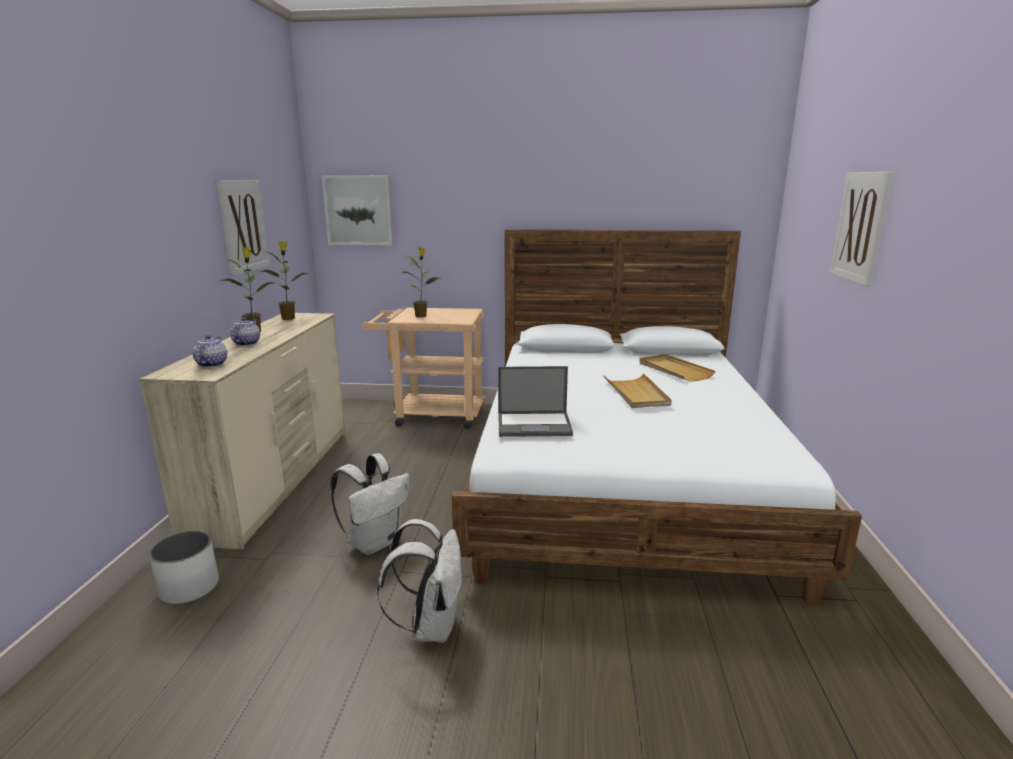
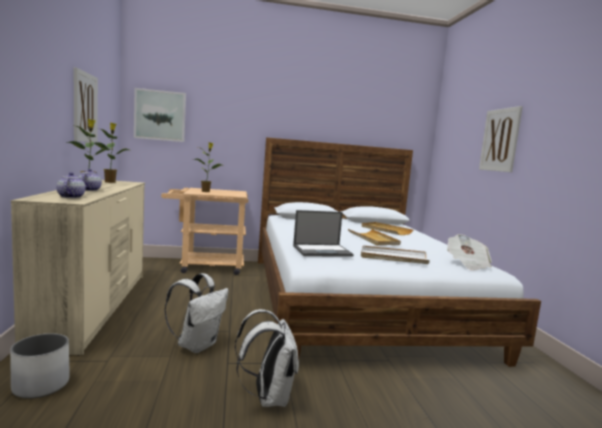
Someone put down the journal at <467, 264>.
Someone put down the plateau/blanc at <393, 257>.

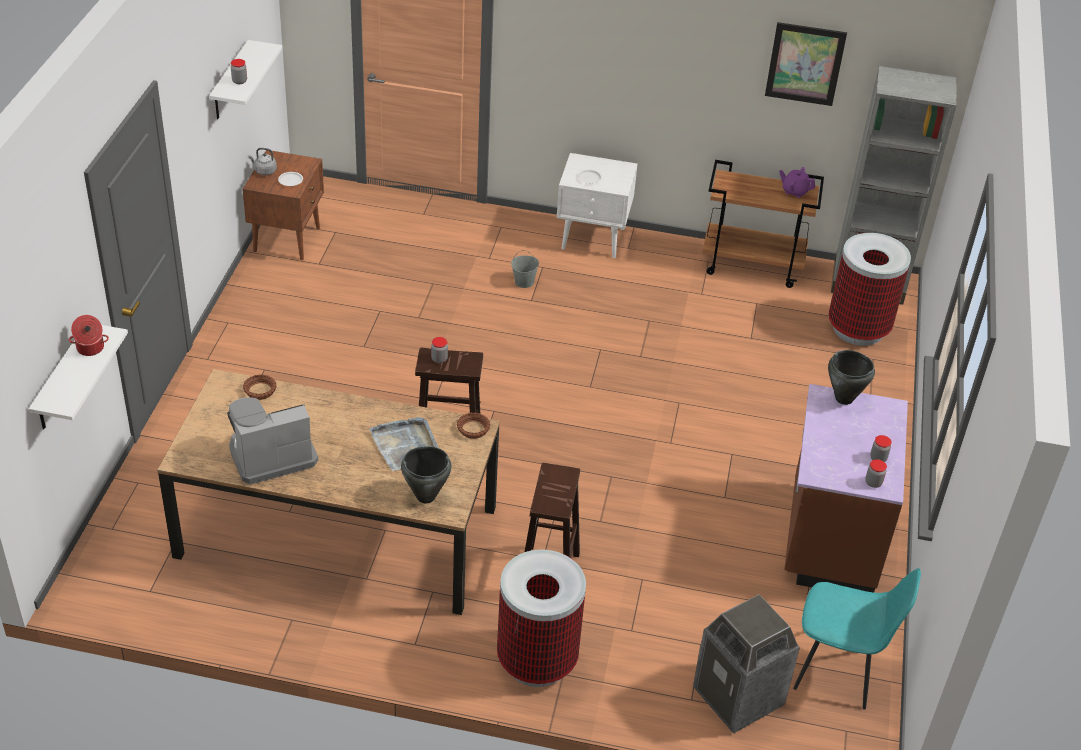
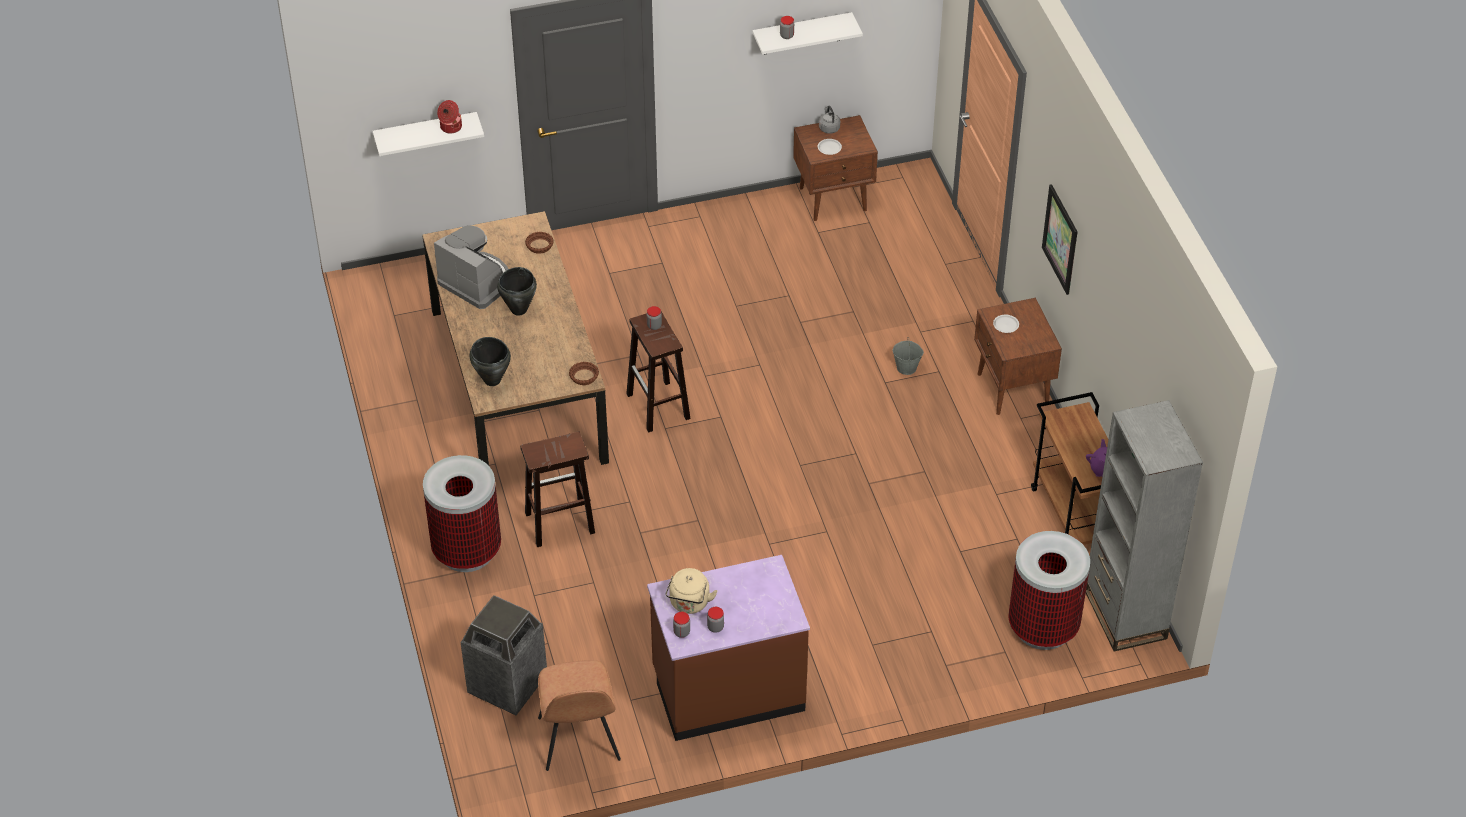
Someone carried the tableau from <805, 64> to <1060, 239>.
Someone repainted the table de chevet/blanc at <593, 239>, which became the table de chevet/marron at <1012, 389>.
Someone carried the marmite/noir from <844, 399> to <518, 310>.
Someone took away the plateau/gris at <406, 446>.
Someone repainted the chaise/turquoise at <839, 669>, which became the chaise/marron at <579, 741>.
Someone put down the bouilloire/beige at <689, 604>.

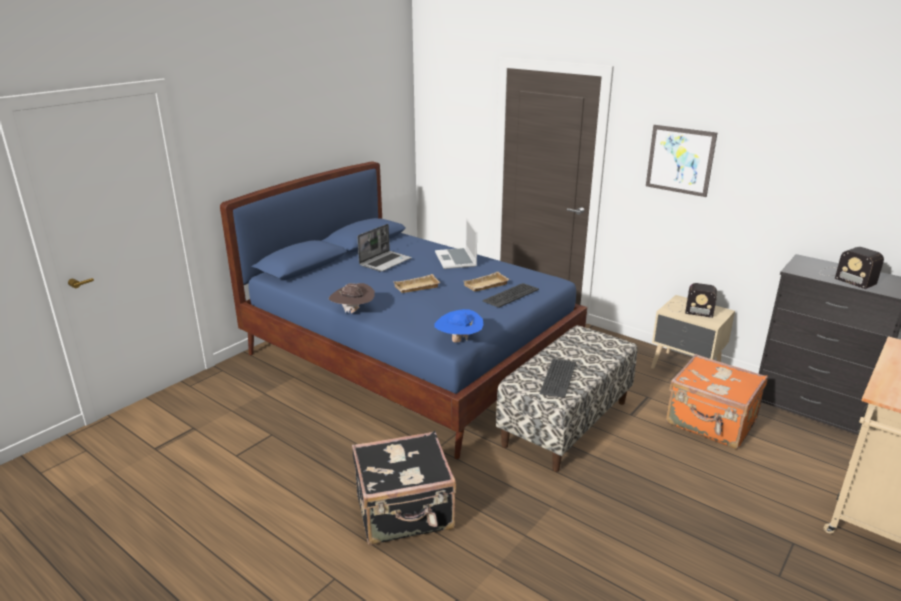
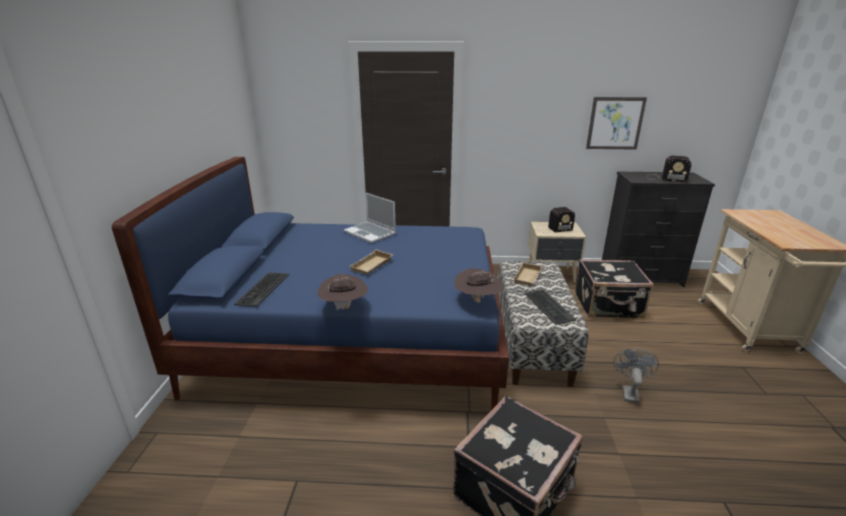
Someone carried the tableau from <680, 160> to <615, 123>.
Someone took away the ordinateur portable at <385, 262>.
Someone carried the plateau/beige from <486, 286> to <528, 277>.
Someone carried the clavier from <510, 295> to <262, 289>.
Someone repainted the chapeau/bleu at <458, 341>, which became the chapeau/marron at <477, 301>.
Someone repainted the valise/orange at <711, 423>, which became the valise/noir at <608, 306>.
Someone put down the ventilateur/gris at <629, 392>.

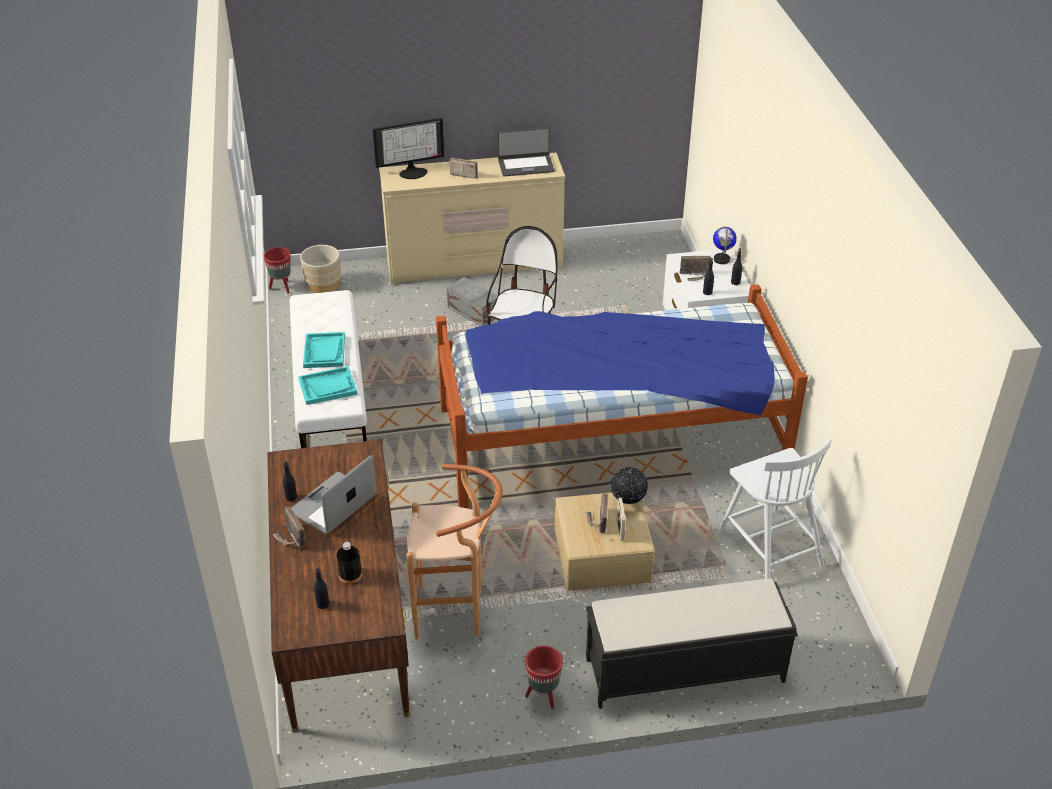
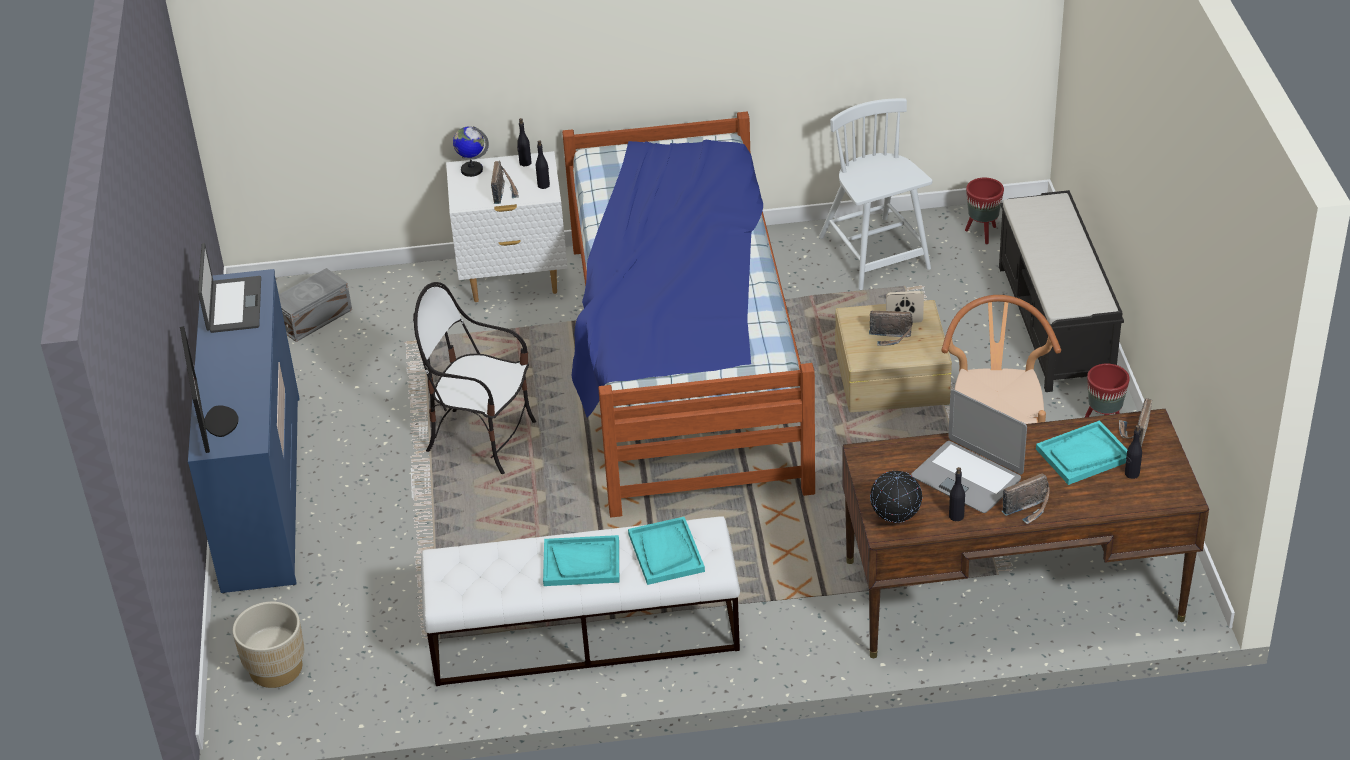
Someone repainted the commode/beige at <475, 264>, which became the commode/bleu at <262, 491>.
Someone carried the radio from <464, 174> to <1133, 434>.
Someone carried the cache-pot/rouge from <281, 288> to <983, 234>.
Someone carried the boîte de rangement/gris from <473, 312> to <315, 318>.
Someone rotated the chaise/blanc at <769, 547> by 90 degrees counterclockwise.
Someone carried the globe from <628, 502> to <895, 520>.
Someone swapped the bouteille/noir at <350, 575> for the plateau/turquoise at <1083, 455>.

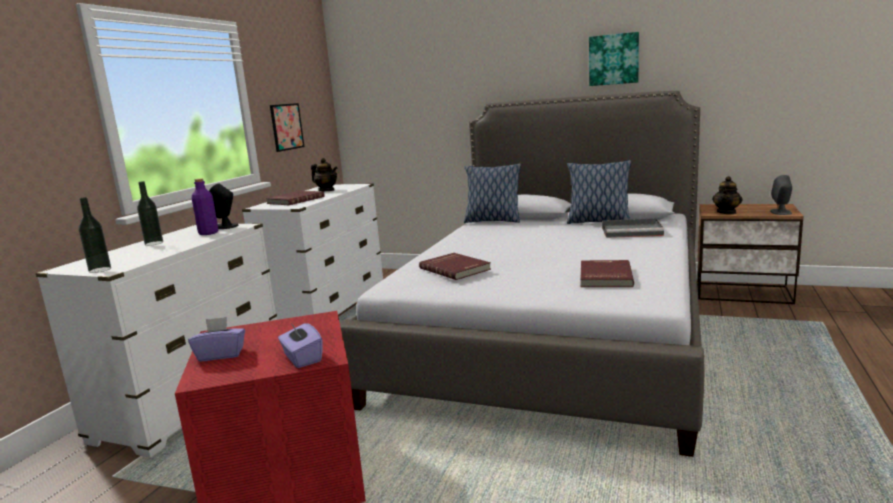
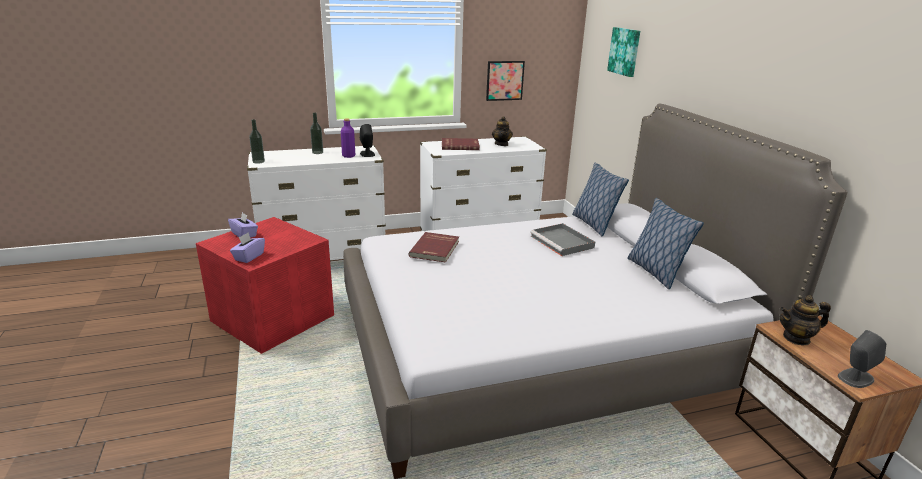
Someone carried the tableau from <613, 59> to <625, 51>.
Someone carried the plateau/gris from <632, 231> to <563, 242>.
Someone took away the livre/rouge at <604, 276>.

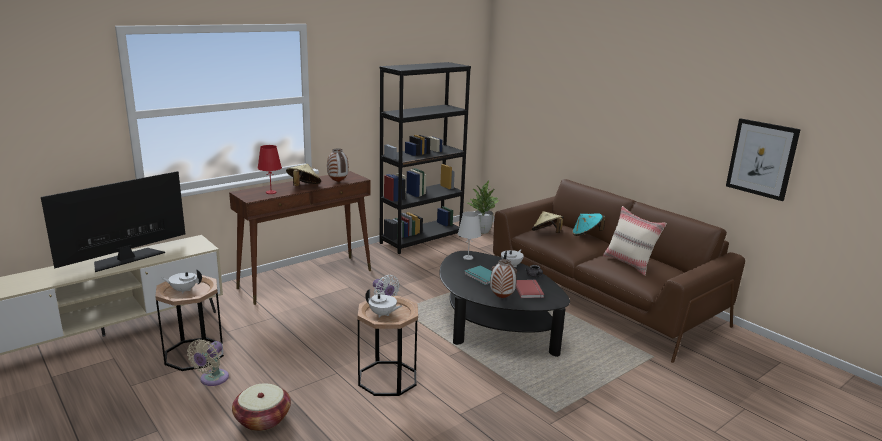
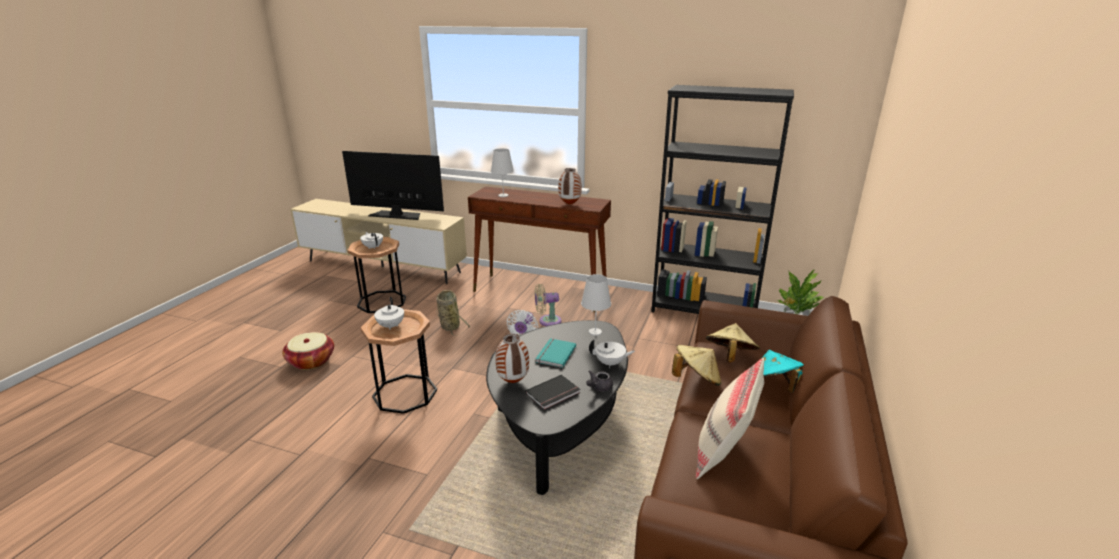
Someone took away the tableau at <762, 158>.
Someone repainted the lampe de table/rouge at <271, 192>, which became the lampe de table/blanc at <503, 195>.
Someone carried the chapeau/beige from <303, 187> to <696, 379>.
Someone repainted the livre/rouge at <529, 290>, which became the livre/noir at <554, 394>.
Someone carried the ventilateur/beige from <212, 379> to <547, 321>.
Someone put down the panier at <449, 326>.

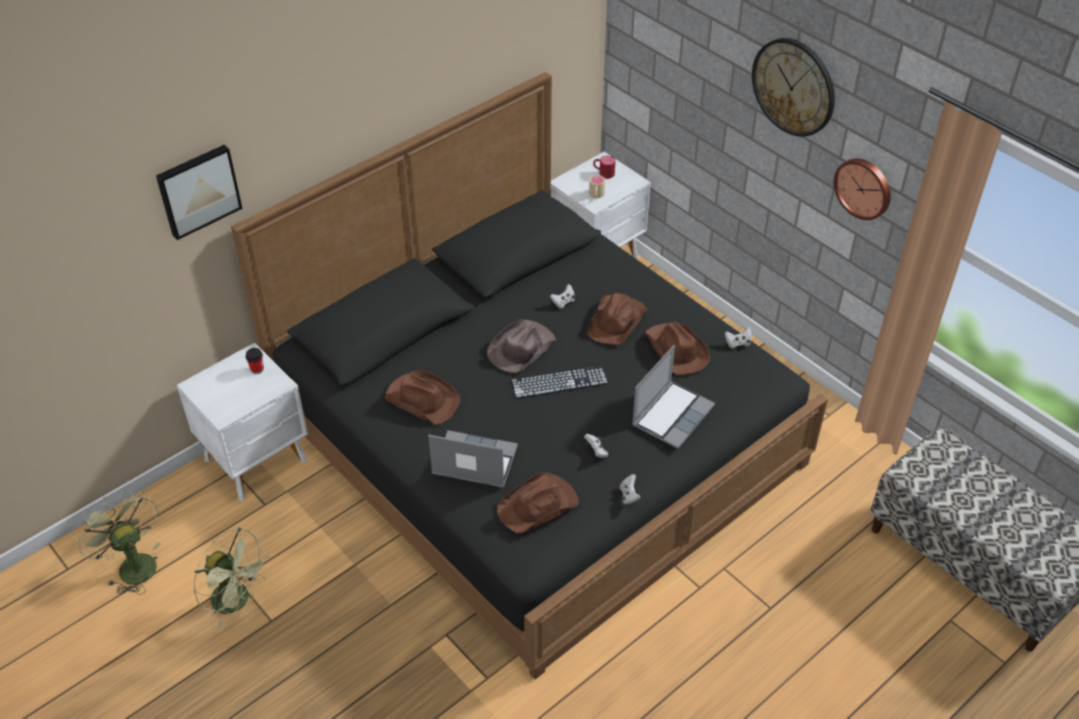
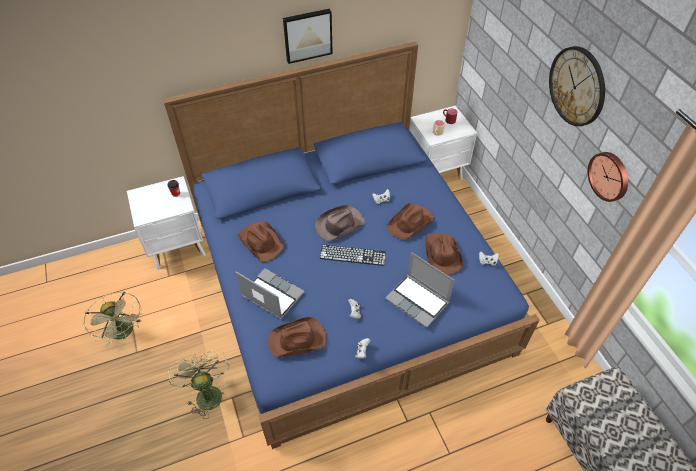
Someone repainted the lit/noir at <538, 439>, which became the lit/bleu at <347, 282>.
Someone carried the tableau from <198, 190> to <307, 35>.
Someone rotated the ordinateur portable at <672, 415> by 75 degrees clockwise.
Someone carried the ventilateur/vert from <132, 564> to <206, 393>.

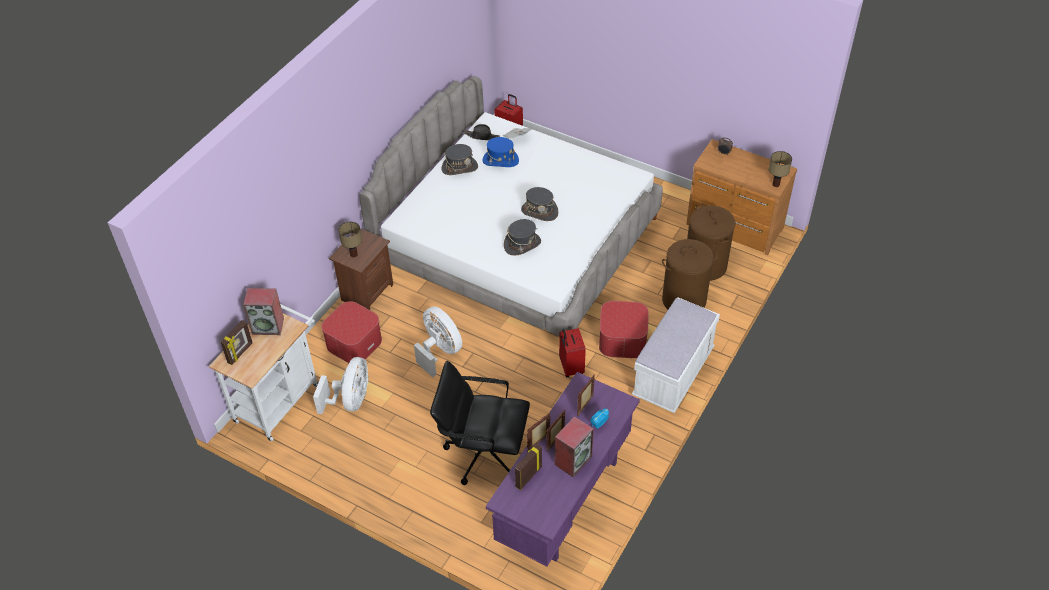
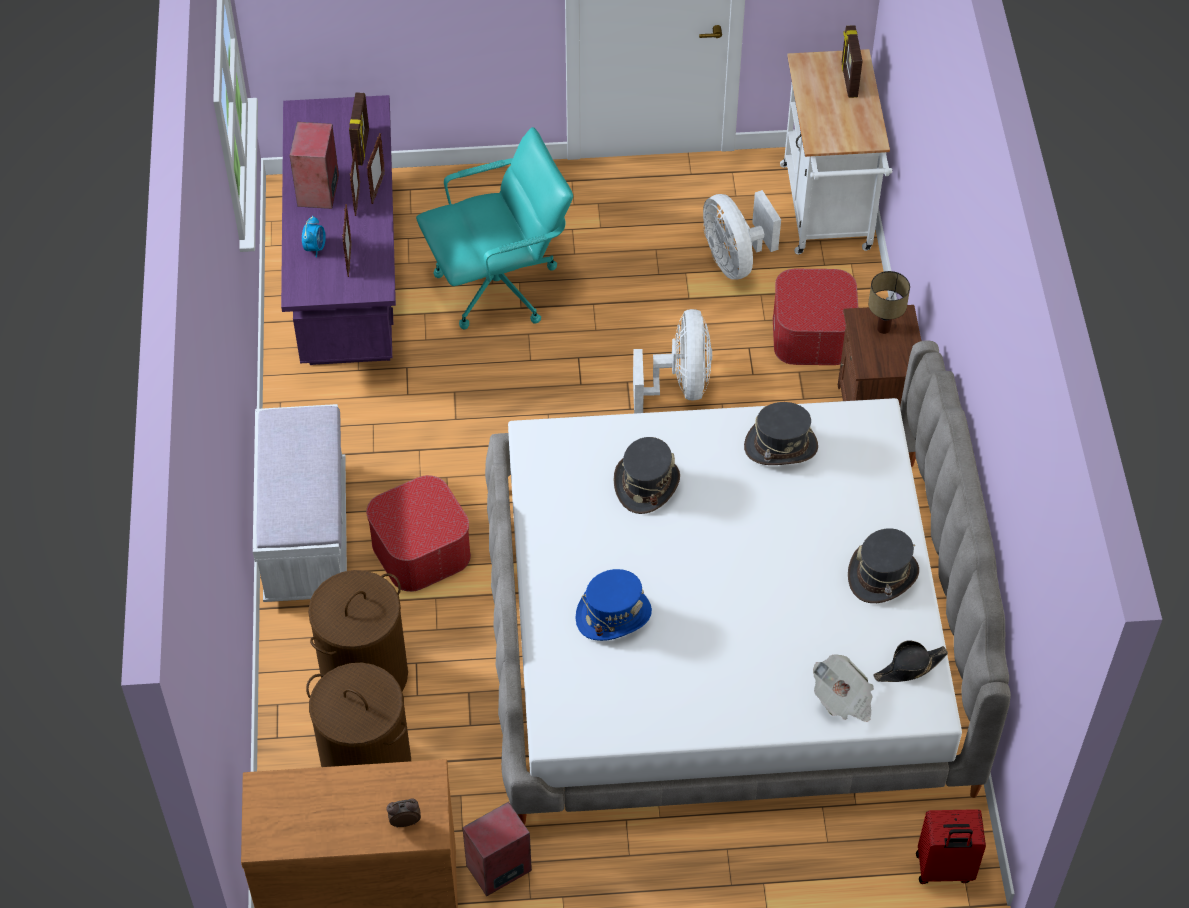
Someone carried the chapeau/bleu from <500, 160> to <613, 615>.
Someone took away the lampe de table at <776, 184>.
Someone carried the chapeau/gris from <539, 211> to <781, 446>.
Someone carried the enceinte from <268, 326> to <498, 869>.
Someone rotated the ventilateur/blanc at <440, 351> by 105 degrees counterclockwise.
Someone took away the valise/rouge at <570, 367>.
Someone repainted the chaise de bureau/noir at <483, 453>, which became the chaise de bureau/turquoise at <499, 287>.

